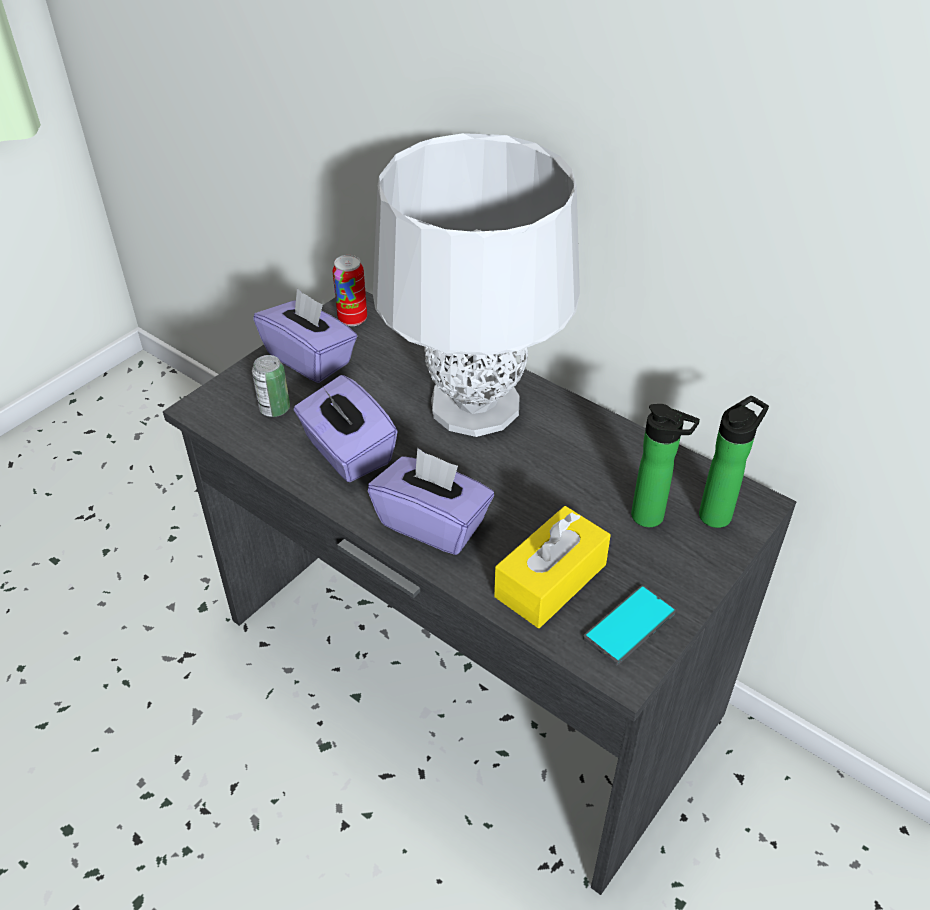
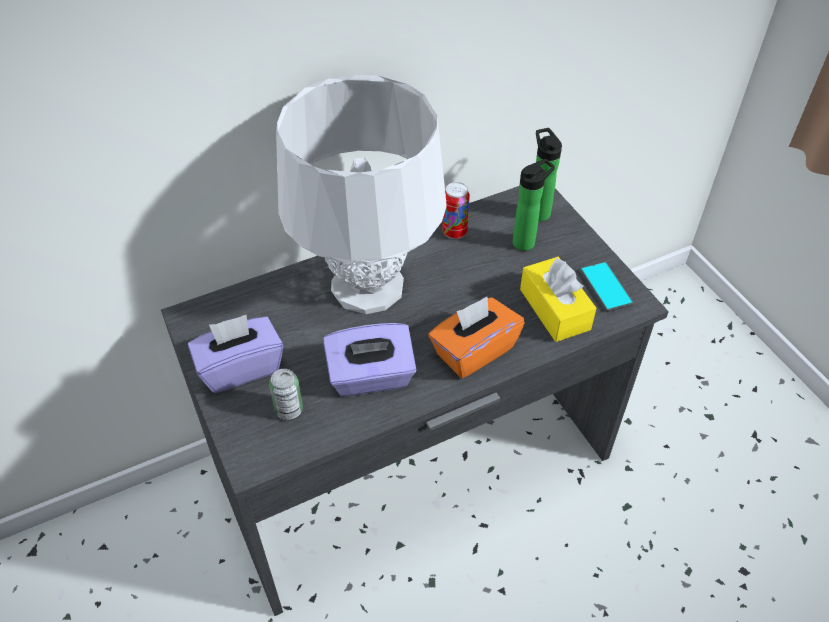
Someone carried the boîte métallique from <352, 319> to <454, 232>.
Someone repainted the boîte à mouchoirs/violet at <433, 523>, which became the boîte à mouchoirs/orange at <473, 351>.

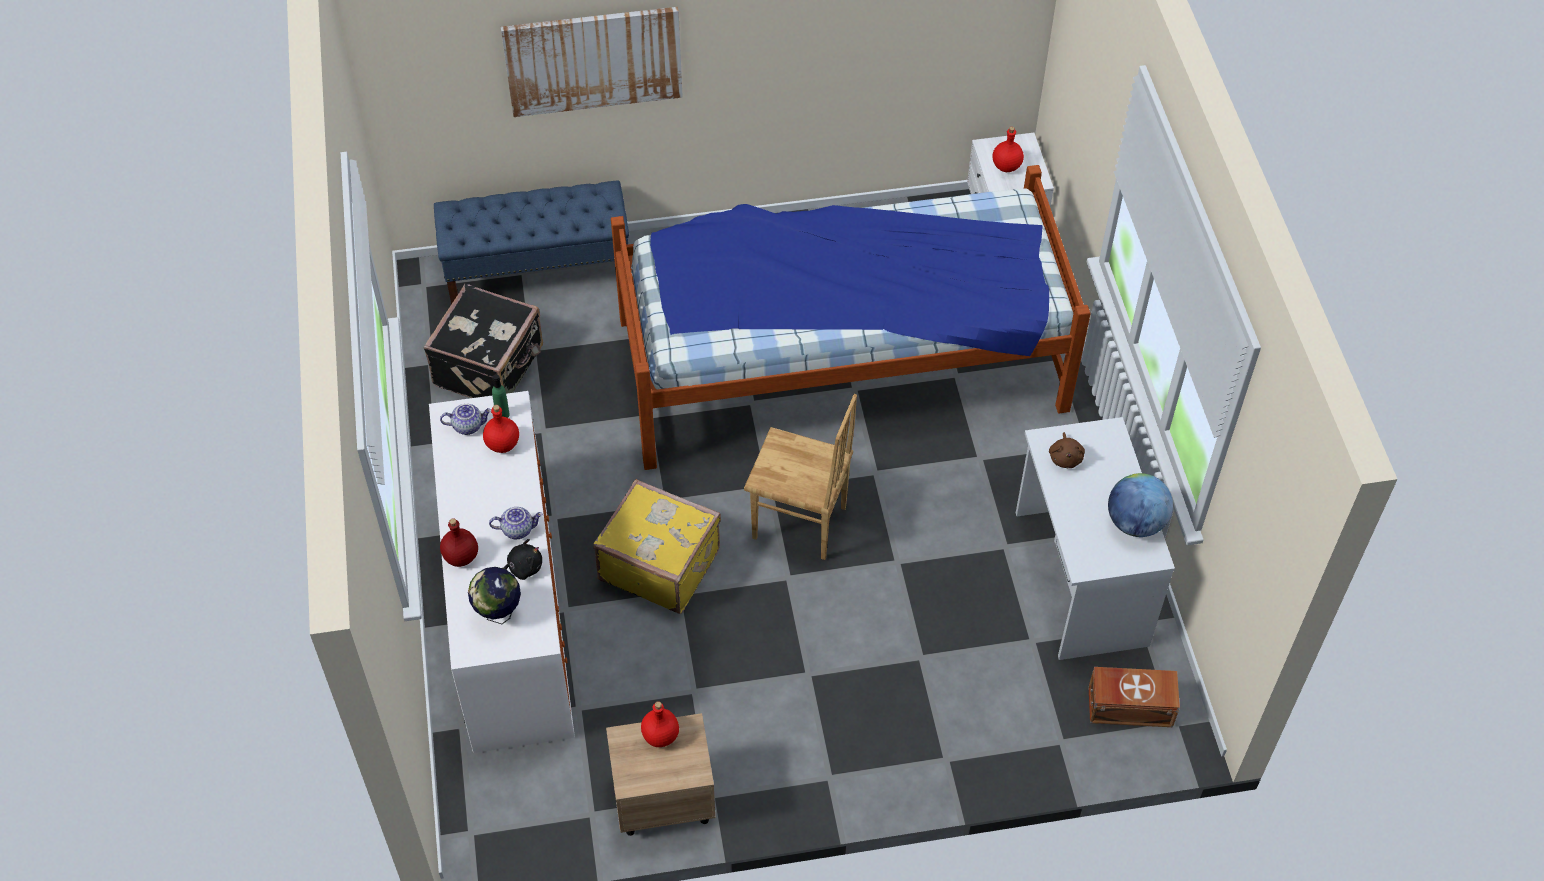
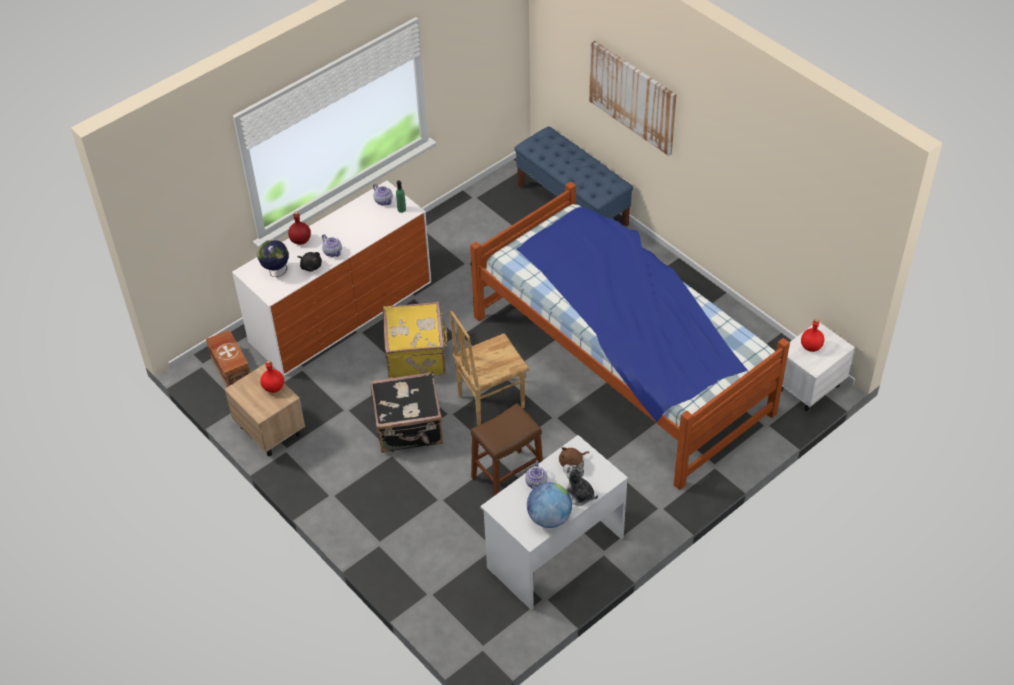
Someone carried the valise/noir from <491, 366> to <409, 428>.
Someone rotated the chaise/marron at <799, 524> by 75 degrees clockwise.
Someone took away the bouteille/rouge at <503, 444>.
Someone carried the boîte de rangement/marron from <1129, 705> to <231, 366>.
Someone put down the tabouret/marron at <507, 477>.
Someone put down the théière at <536, 483>.
Someone put down the peluche at <578, 494>.

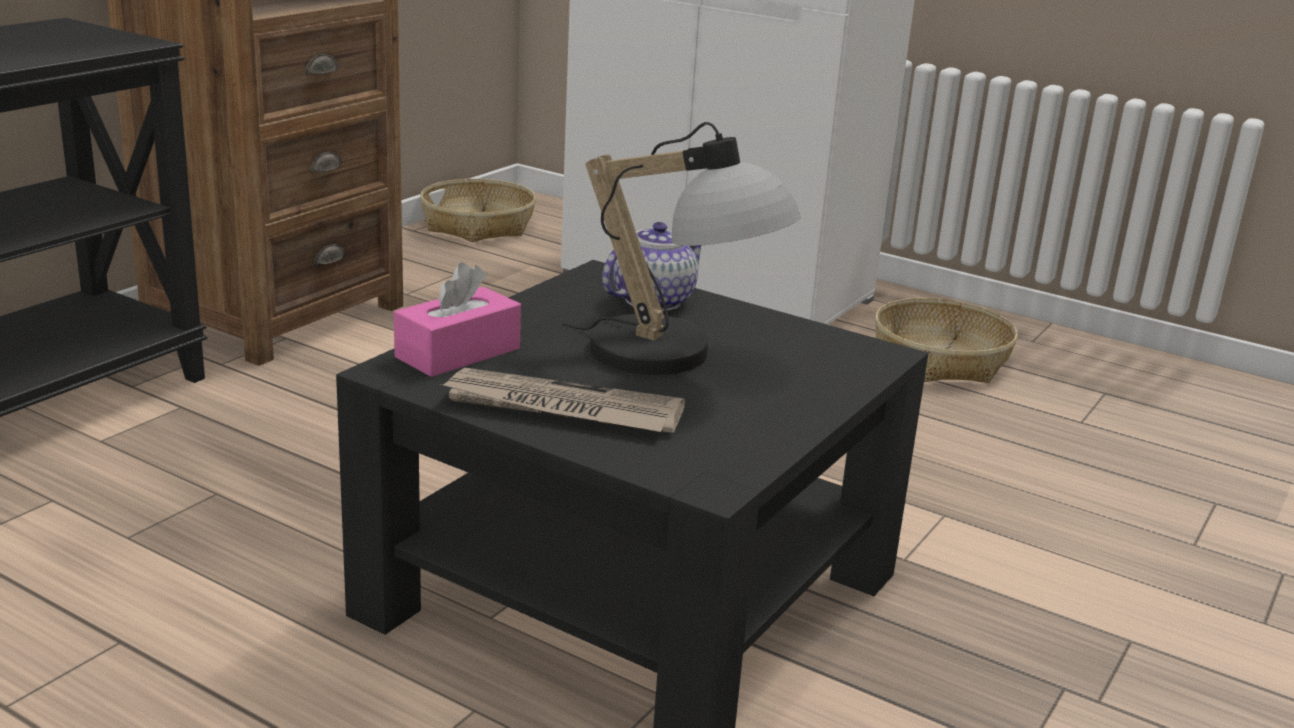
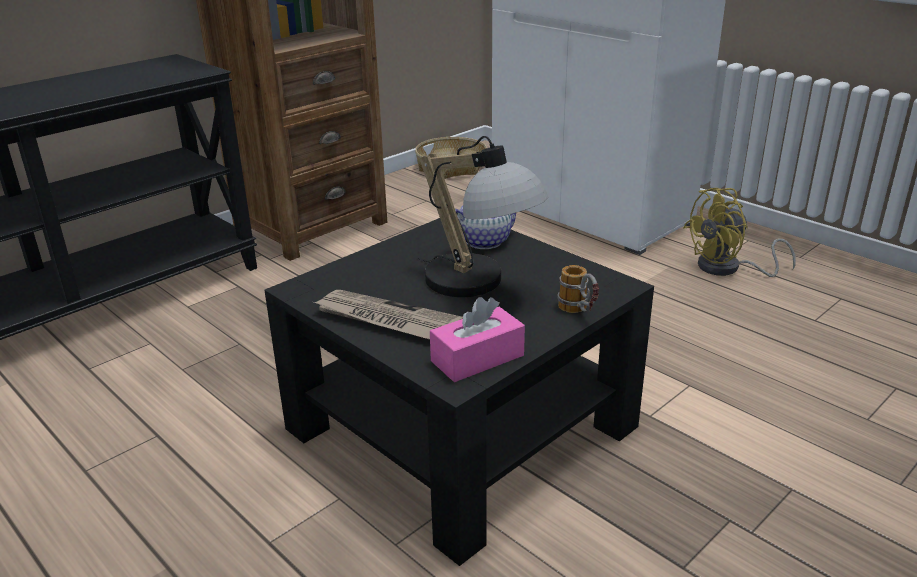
Someone carried the boîte à mouchoirs/rose from <458, 353> to <477, 358>.
Someone swapped the panier at <940, 359> for the ventilateur/jaune at <728, 269>.
Someone put down the mug at <579, 312>.

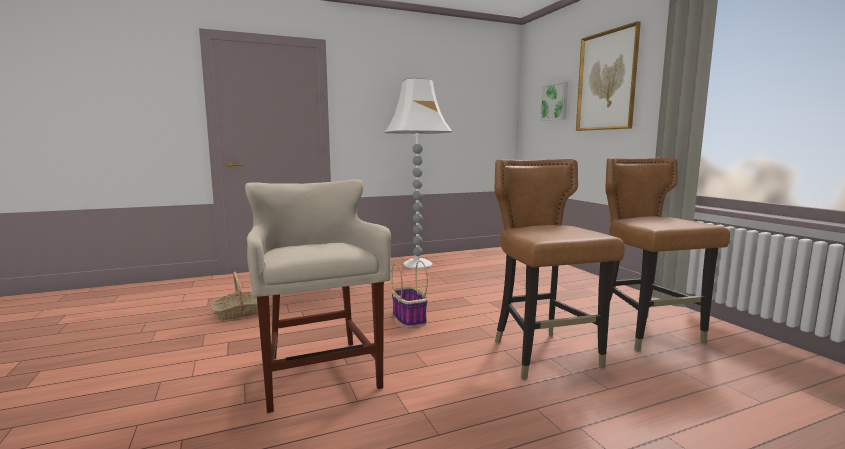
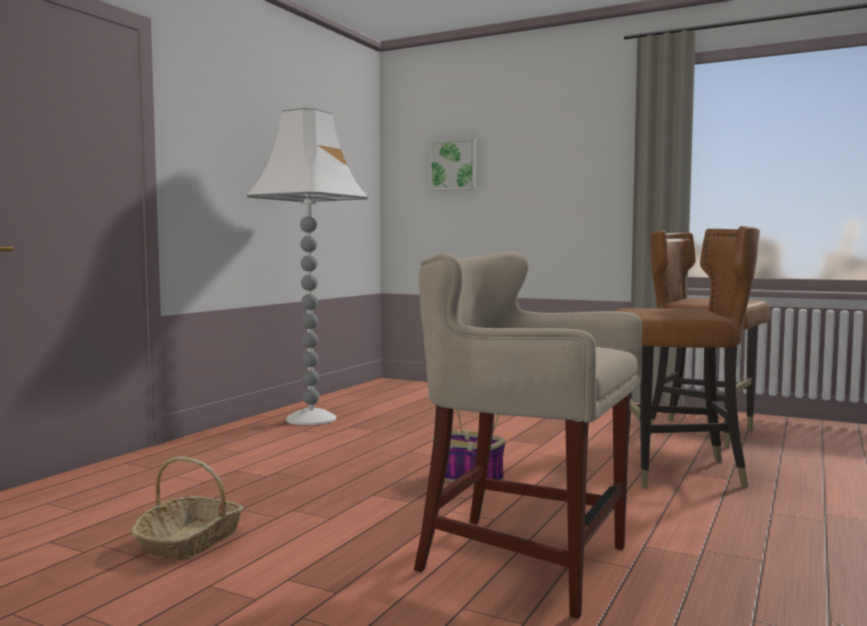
Someone took away the tableau at <607, 81>.
Someone rotated the chaise/marron at <545, 356> by 150 degrees clockwise.

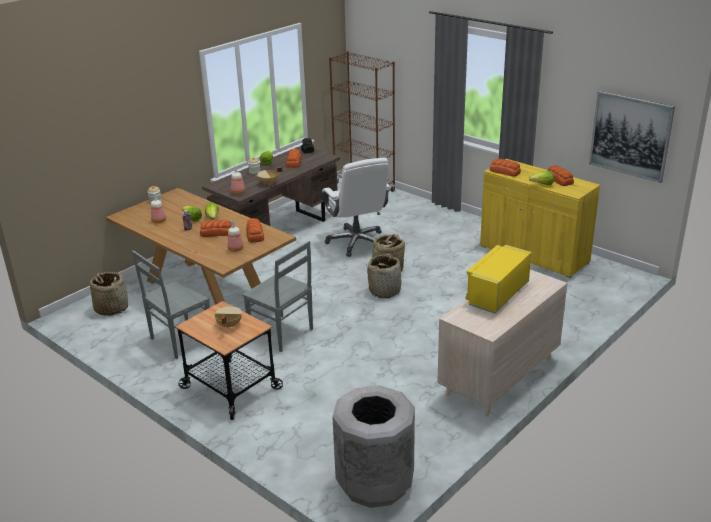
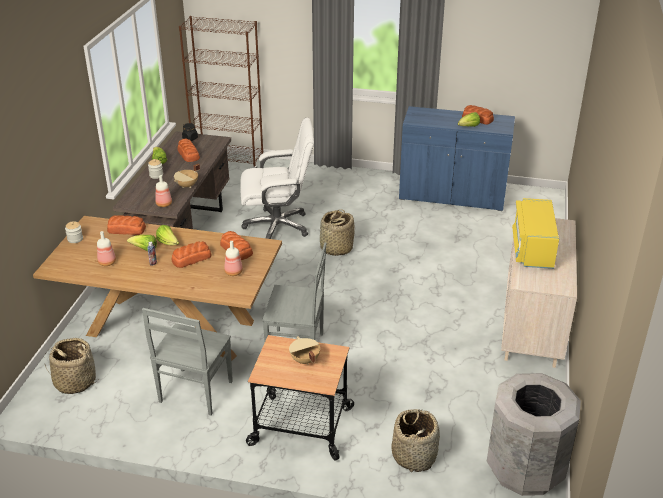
Someone took away the tableau at <630, 136>.
Someone rotated the chaise de bureau/blanc at <357, 242> by 45 degrees counterclockwise.
Someone carried the pain from <504, 171> to <126, 229>.
Someone repainted the meuble de rangement/jaune at <533, 254>, which became the meuble de rangement/bleu at <452, 196>.
Someone carried the panier from <385, 291> to <414, 456>.

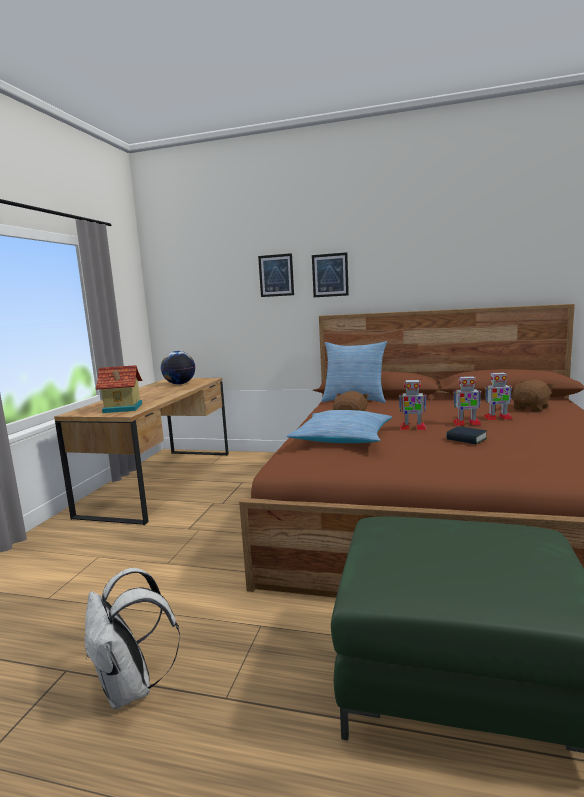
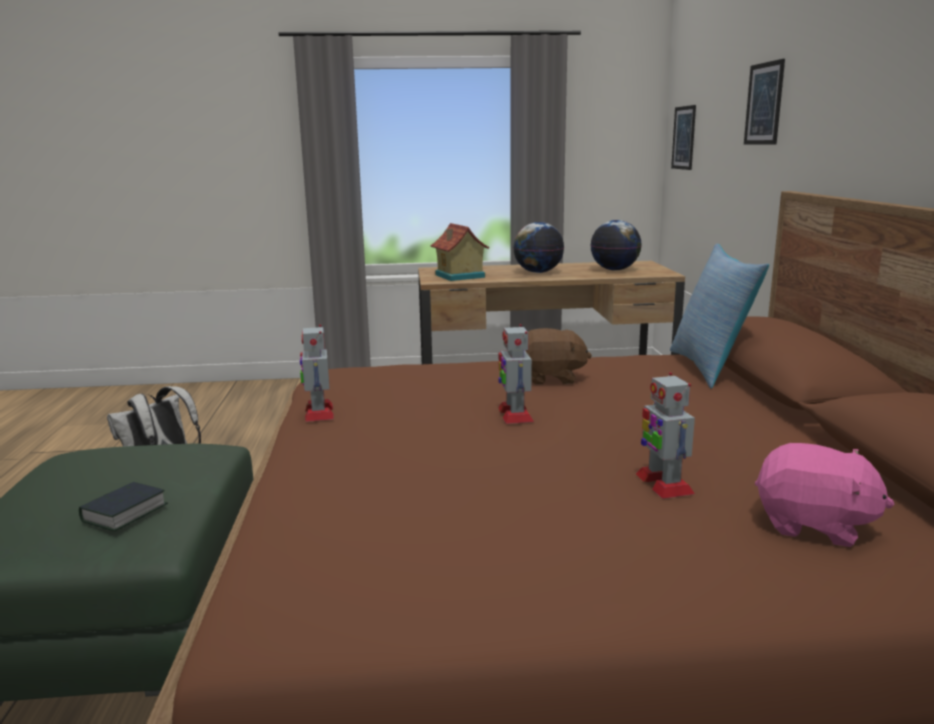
Someone carried the tableau from <330, 275> to <683, 138>.
Someone carried the robot jouet from <466, 423> to <318, 412>.
Someone repainted the peluche/marron at <531, 408>, which became the peluche/rose at <813, 525>.
Someone took away the coussin at <342, 438>.
Someone carried the livre from <466, 439> to <124, 513>.
Someone put down the globe at <538, 272>.

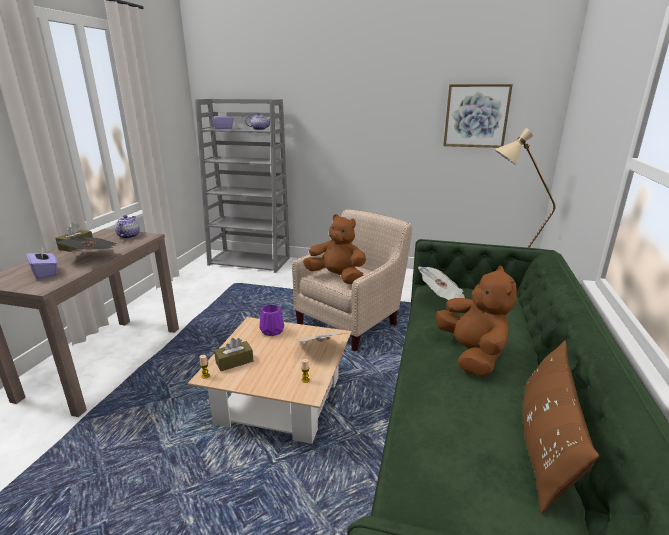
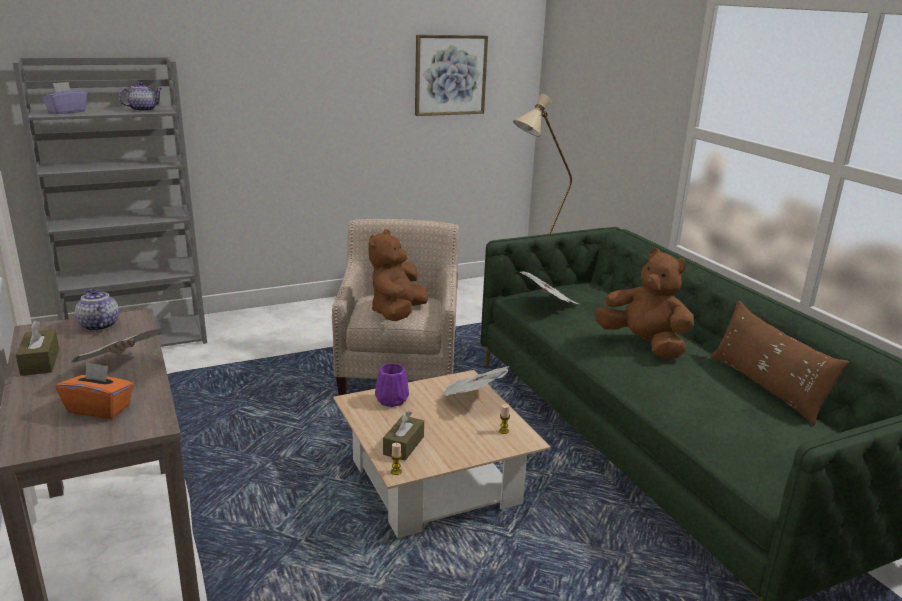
Someone rotated the peluche/marron at <337, 277> by 60 degrees counterclockwise.
Someone repainted the boîte à mouchoirs/violet at <46, 273>, which became the boîte à mouchoirs/orange at <99, 408>.

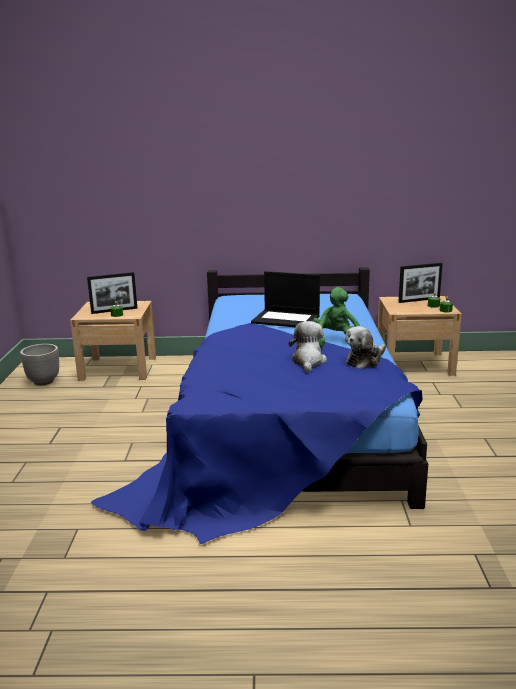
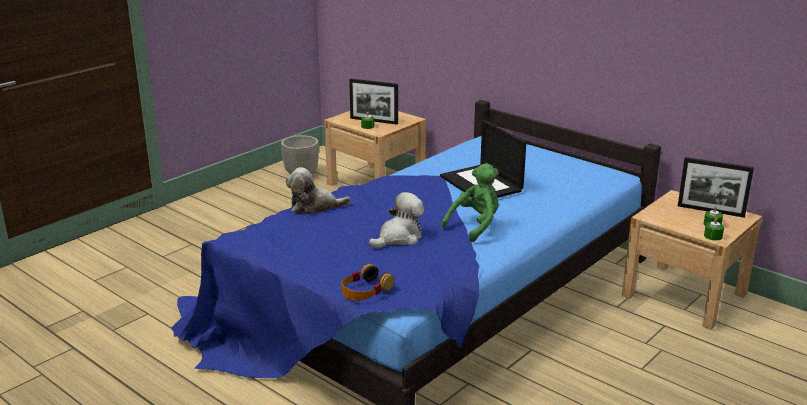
Someone carried the peluche from <365, 361> to <314, 206>.
Someone put down the casque audio at <365, 290>.

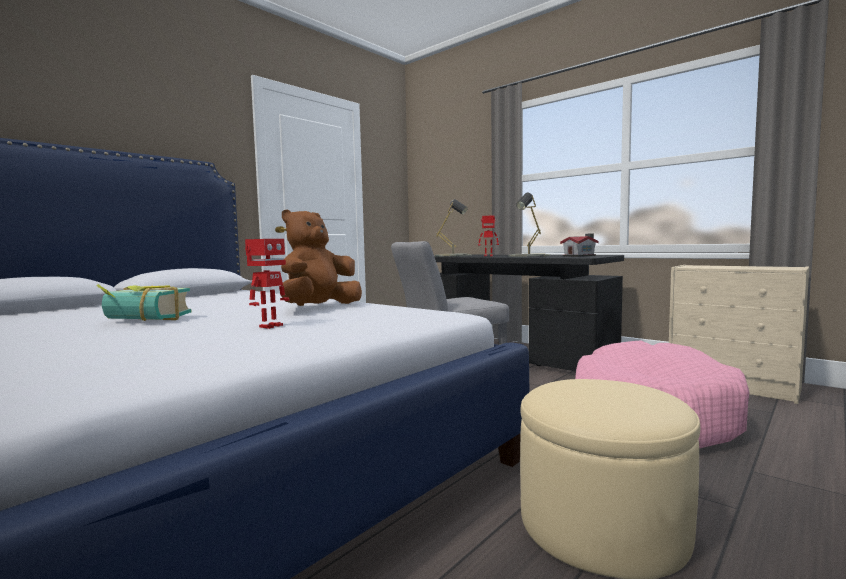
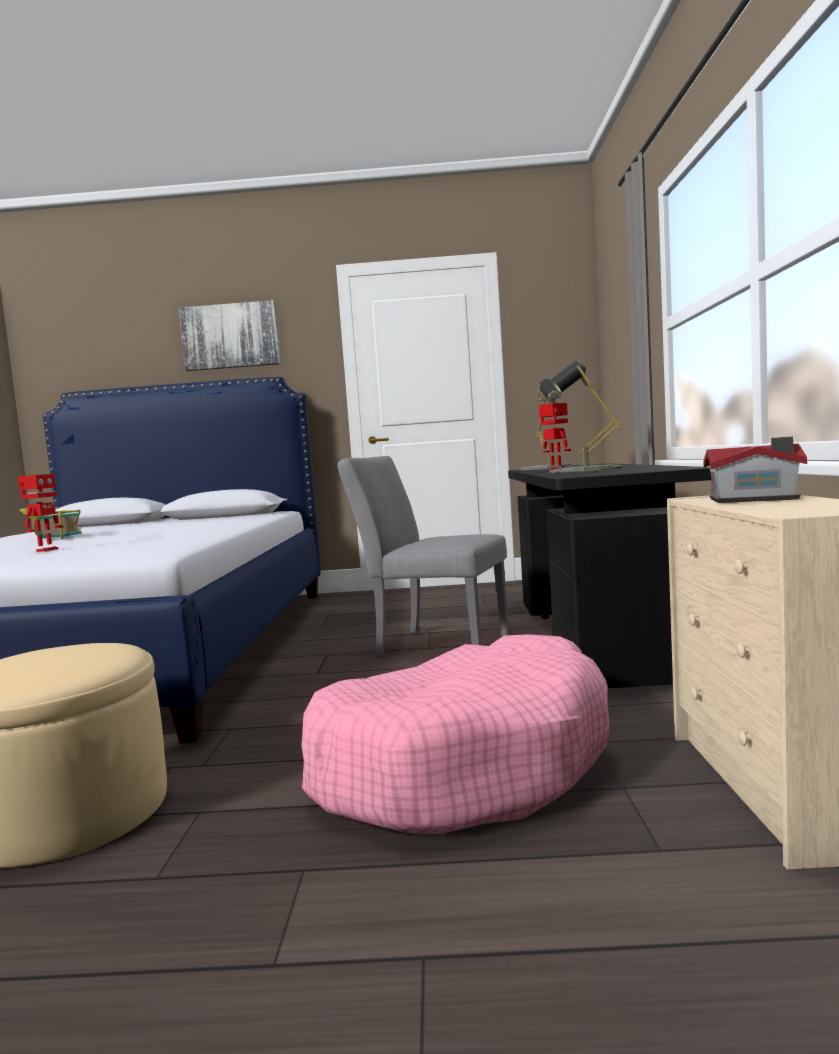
Someone took away the peluche/marron at <319, 307>.
Someone carried the maison miniature from <580, 256> to <756, 499>.
Someone rotated the robot jouet at <270, 326> by 60 degrees counterclockwise.
Someone put up the tableau at <230, 336>.

